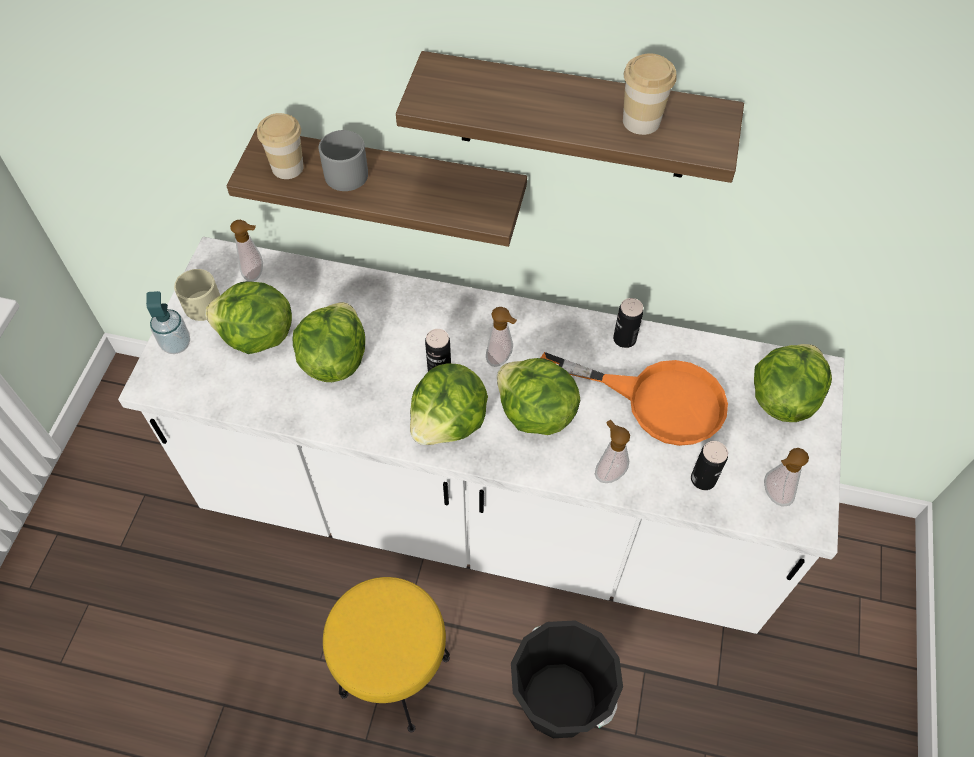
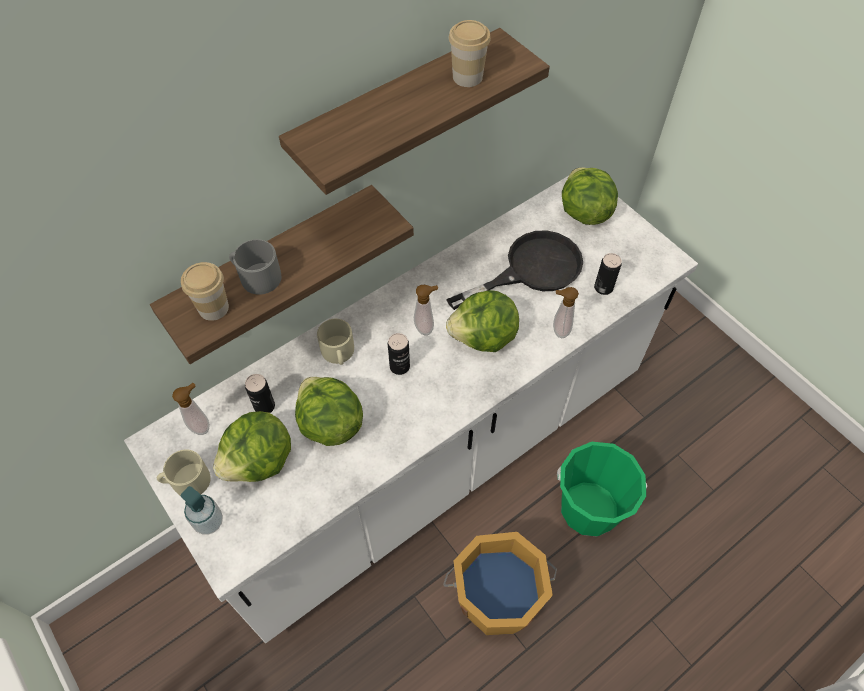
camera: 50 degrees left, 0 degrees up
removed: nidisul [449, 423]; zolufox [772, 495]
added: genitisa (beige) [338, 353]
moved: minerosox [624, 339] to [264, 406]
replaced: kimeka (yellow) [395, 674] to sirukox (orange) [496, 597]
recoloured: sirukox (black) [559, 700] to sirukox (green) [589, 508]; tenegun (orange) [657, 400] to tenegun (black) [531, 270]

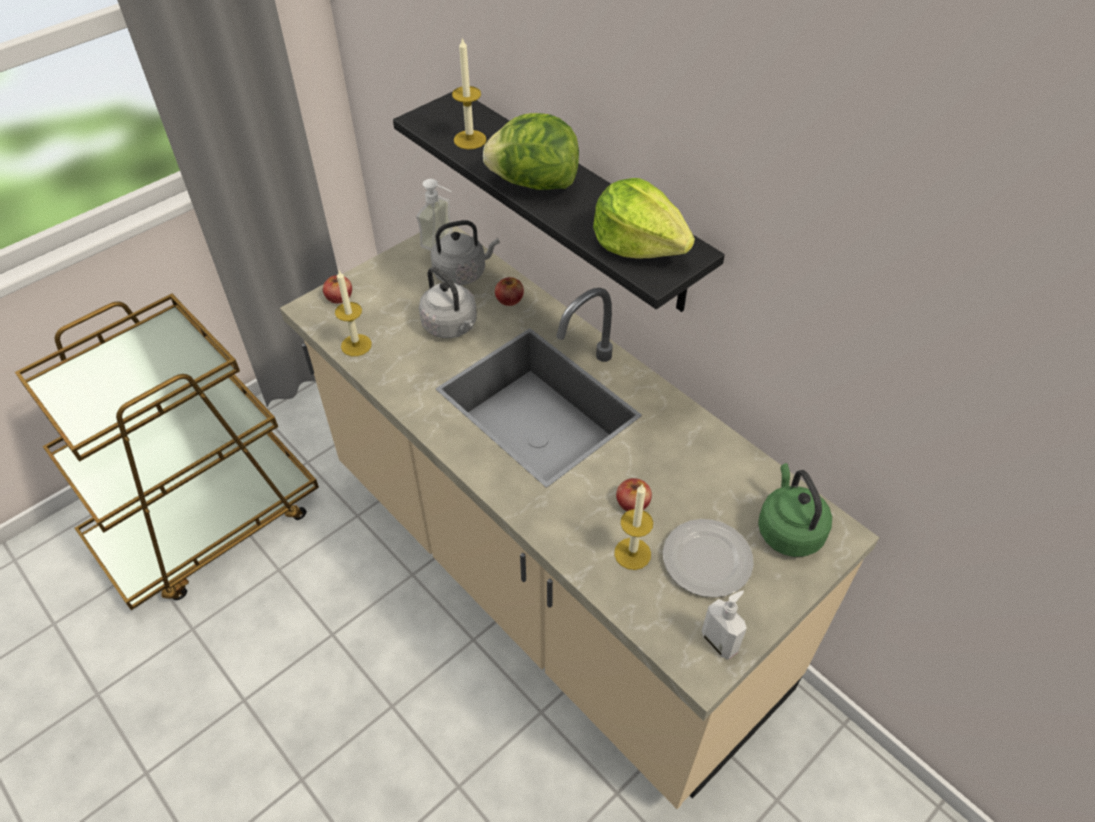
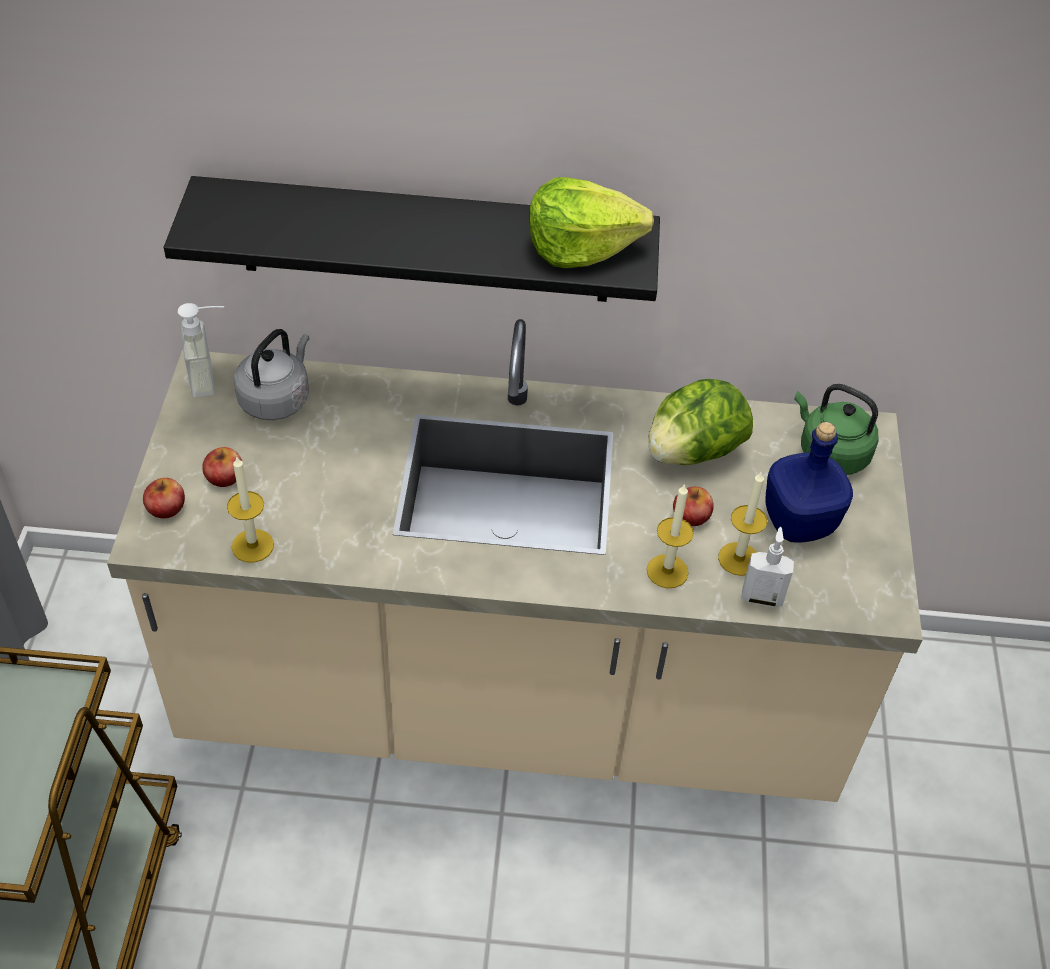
camera: 45 degrees left, 0 degrees up
removed: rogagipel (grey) [451, 326]
moved: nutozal [470, 140] to [667, 571]; nidisul [534, 184] to [693, 451]; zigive [509, 299] to [224, 476]; zolufox [720, 642] to [762, 597]
replaced: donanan [706, 559] to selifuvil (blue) [798, 521]

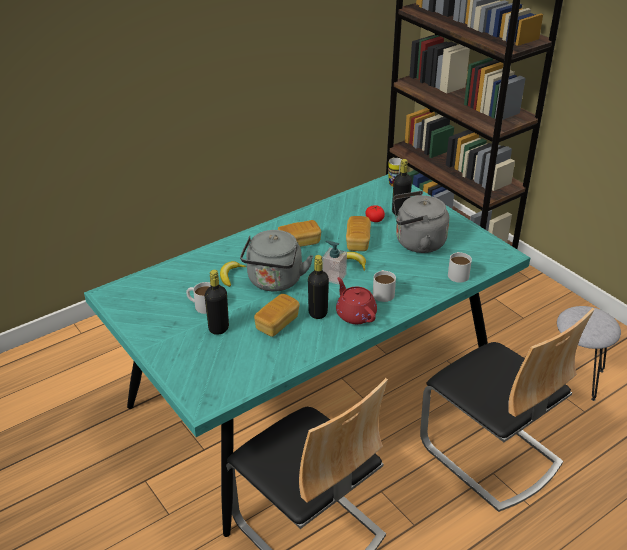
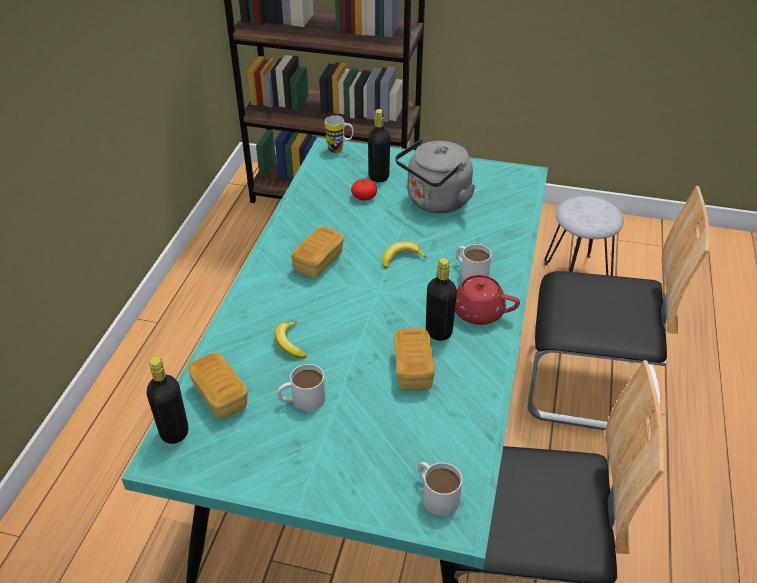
camera: 40 degrees left, 5 degrees up
removed: rogagipel (grey) [274, 282]; zolufox [334, 277]
moved: selifuvil (black) [218, 328] to [174, 432]; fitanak [358, 242] to [220, 396]; genitisa (white) [458, 273] to [436, 494]

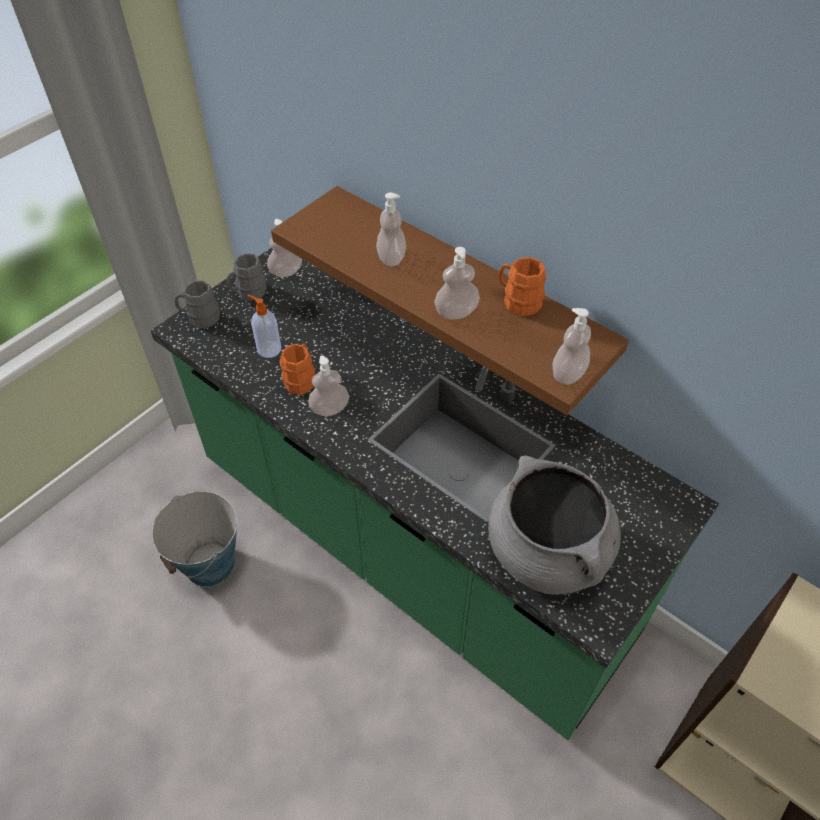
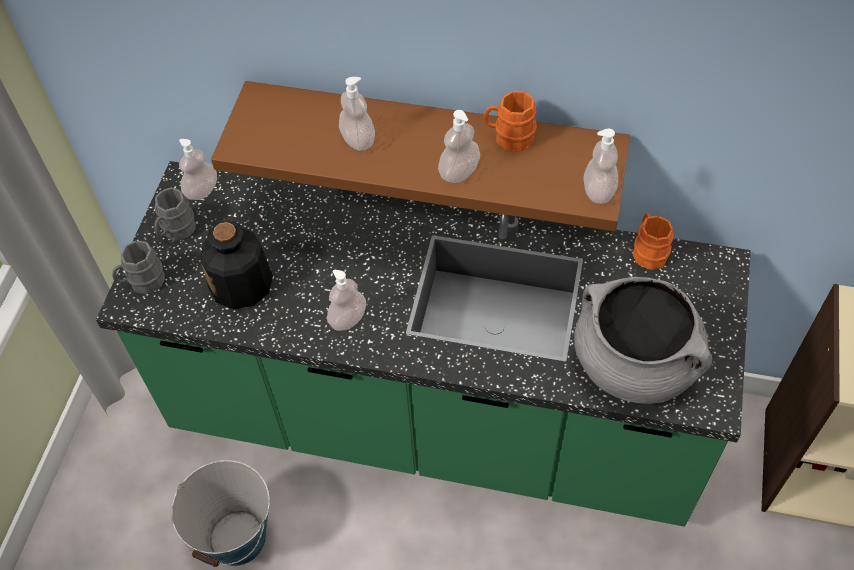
camera: 25 degrees left, 5 degrees up
moved: genitisa (orange) [301, 379] to [648, 251]
replaced: zolufox [268, 349] to selifuvil [241, 284]

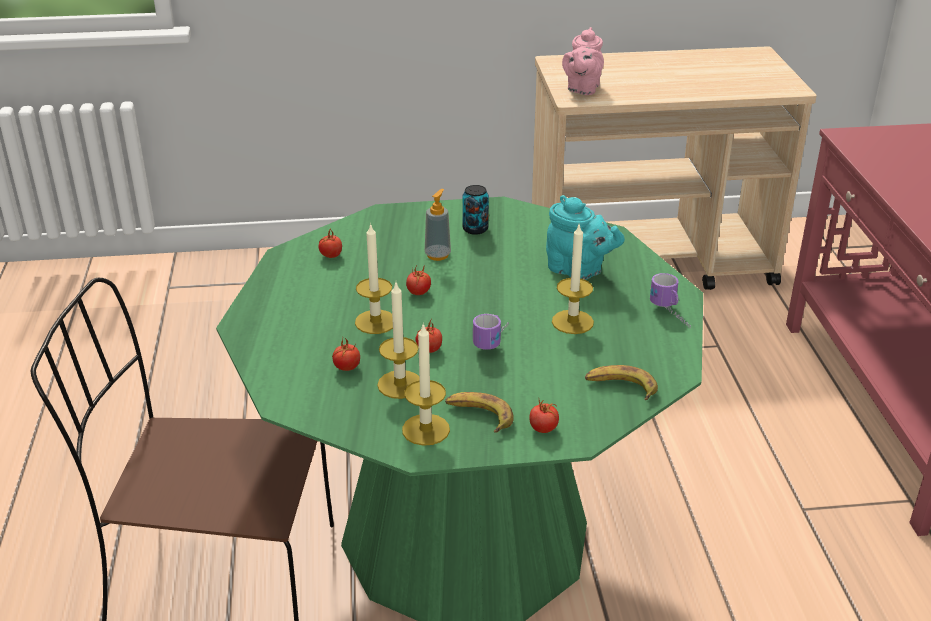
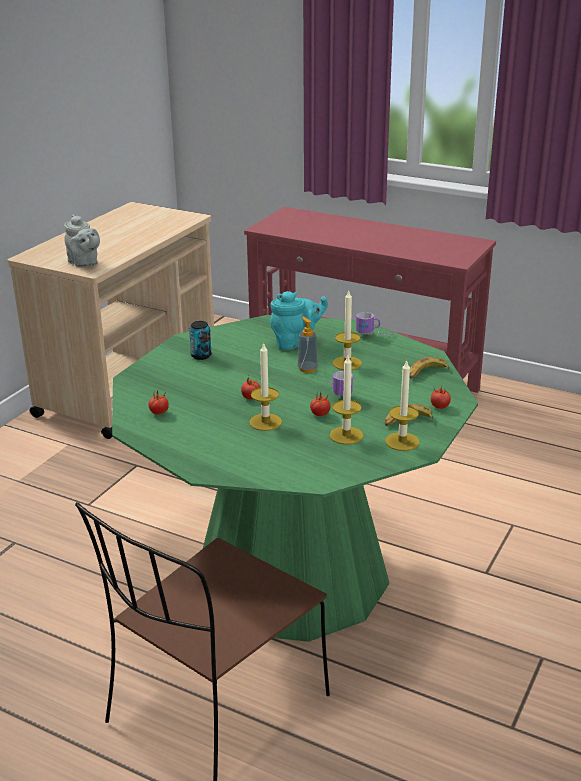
camera: 55 degrees left, 5 degrees down
removed: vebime [346, 368]
moved: zolufox [437, 255] to [307, 369]
recoloured: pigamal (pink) [582, 89] to pigamal (grey) [84, 263]

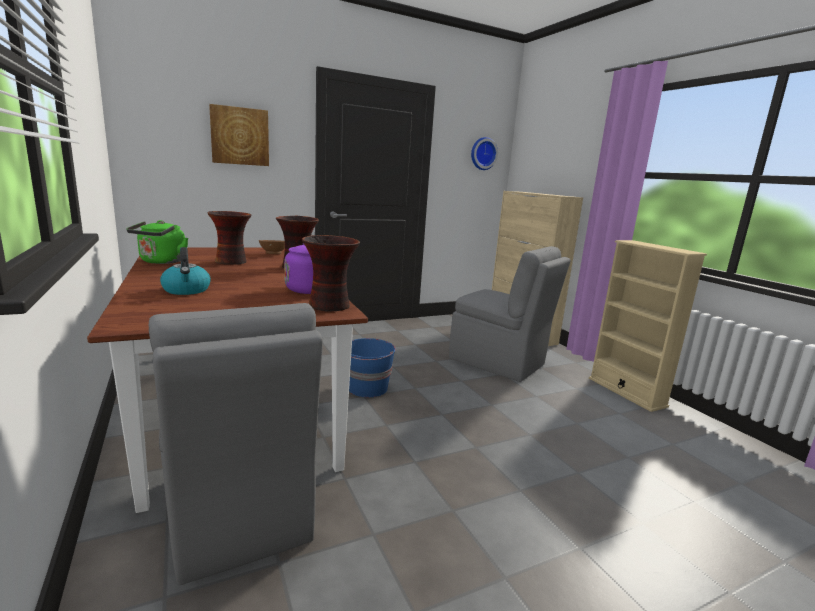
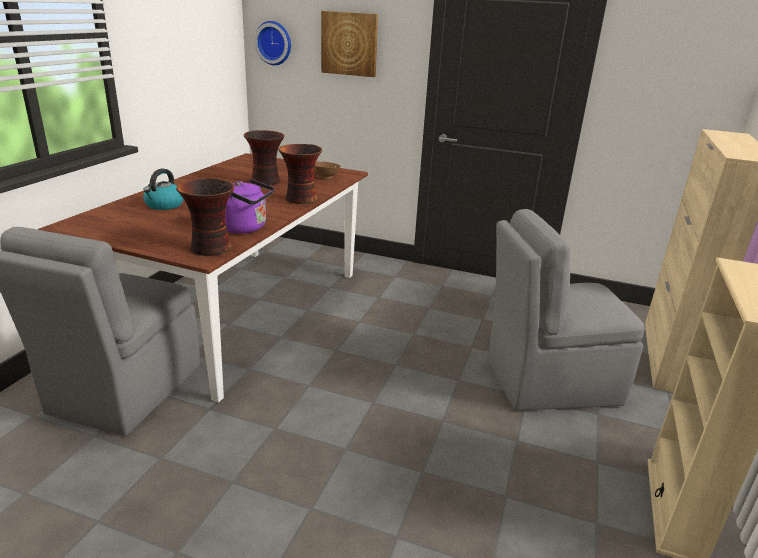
camera: 45 degrees right, 10 degrees up
removed: rogagipel (green) [161, 262]; sirukox (blue) [367, 388]
moved: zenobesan [482, 153] to [274, 43]
turned: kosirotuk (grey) [499, 362] = [548, 381] 90 degrees clockwise

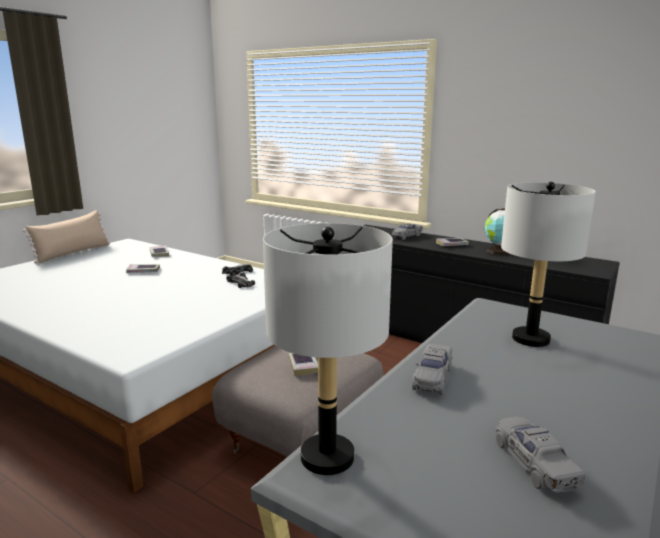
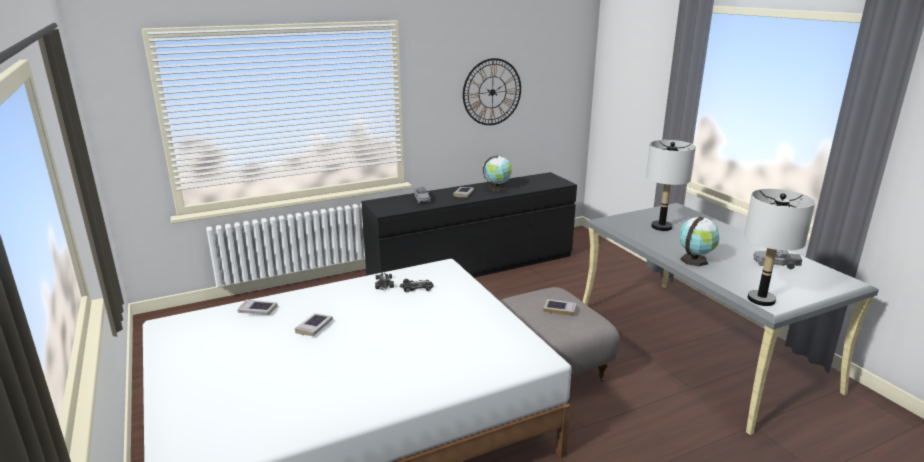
camera: 60 degrees left, 5 degrees up
removed: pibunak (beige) [73, 253]
added: zenobesan [492, 92]
replaced: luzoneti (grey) [432, 378] to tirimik [695, 259]

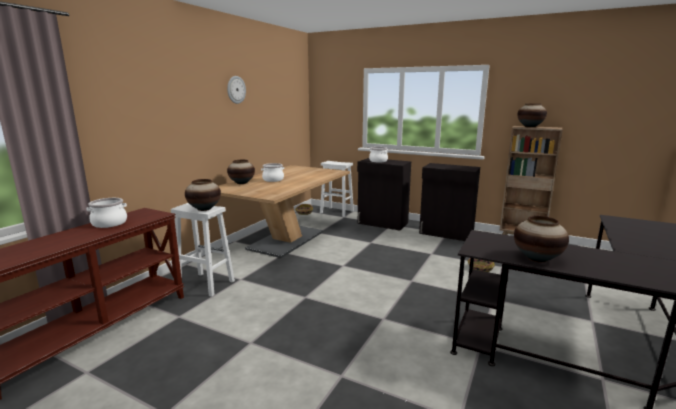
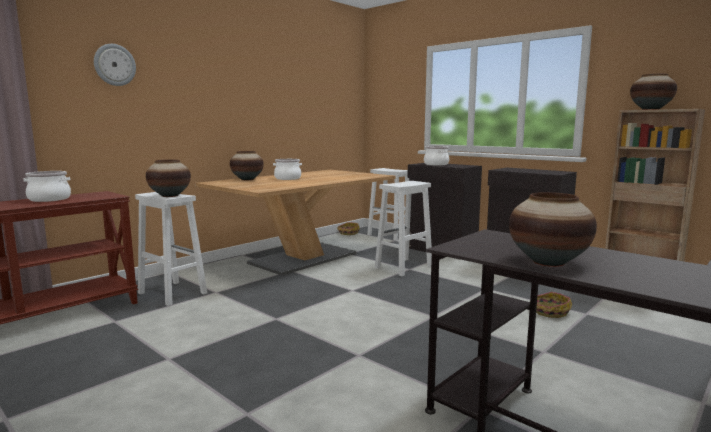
camera: 15 degrees right, 5 degrees down
added: kimeka (white) [403, 267]
moved: zenobesan [236, 89] to [114, 65]

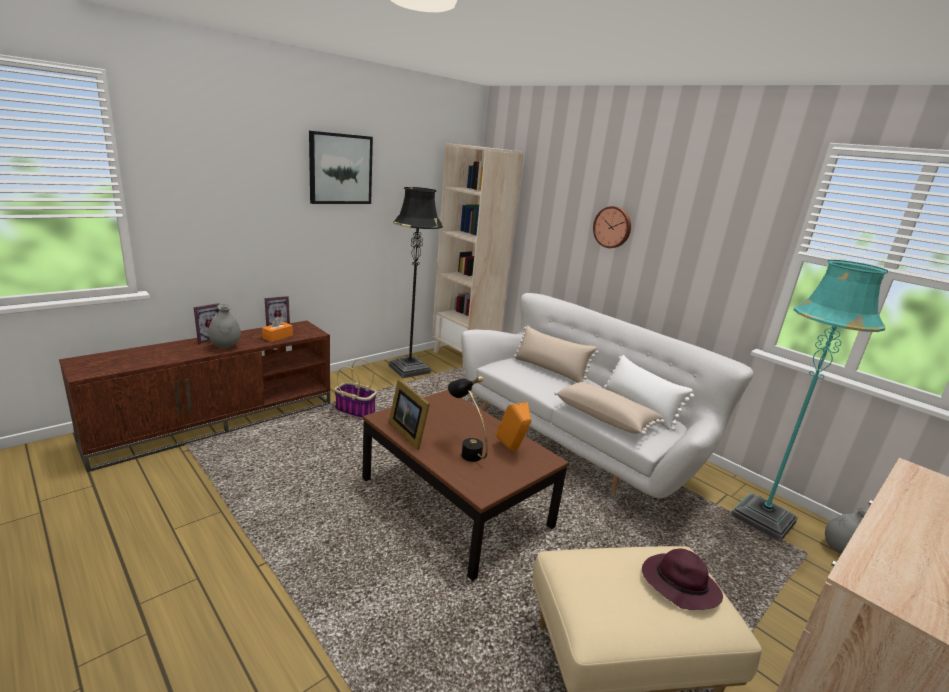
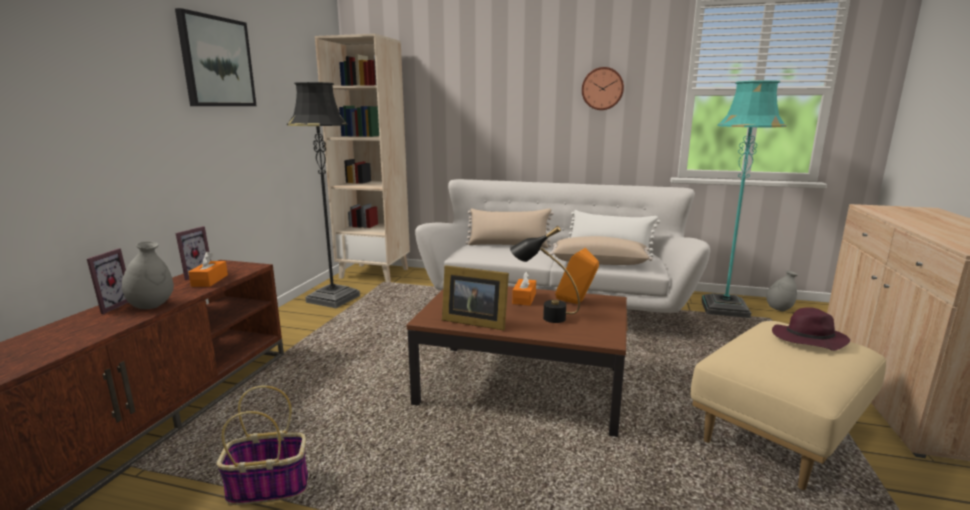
camera: 30 degrees left, 5 degrees down
added: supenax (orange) [524, 298]
moved: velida [356, 411] to [270, 486]; zenobesan [613, 227] to [602, 89]

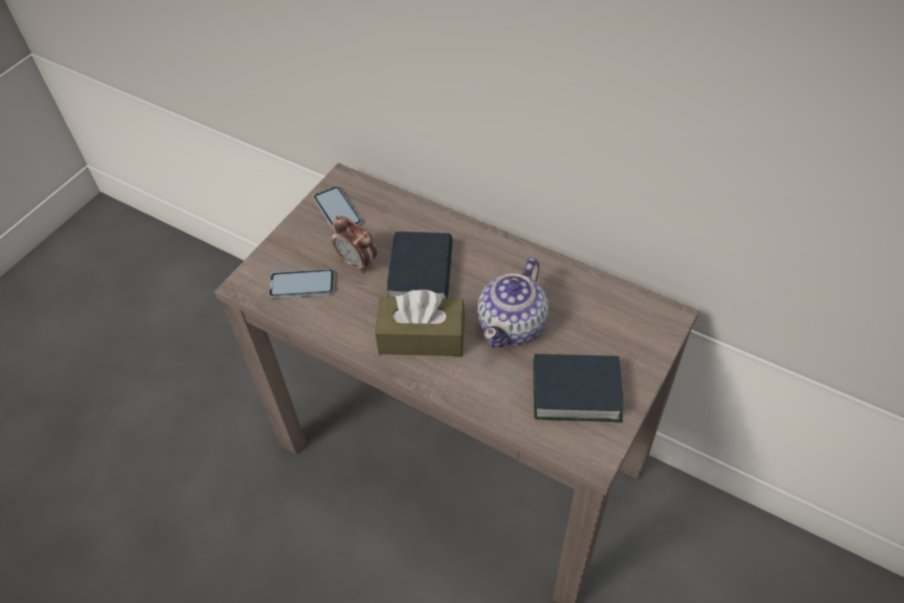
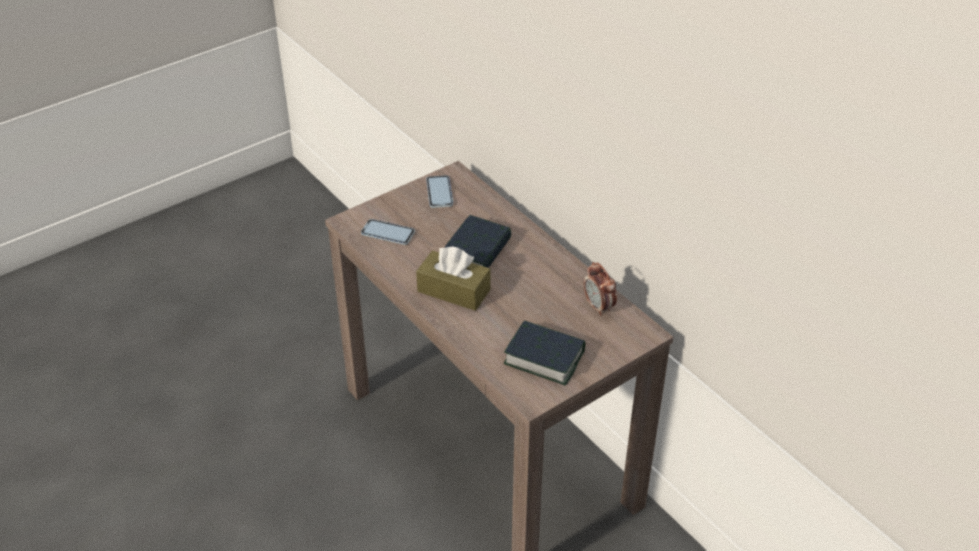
camera: 20 degrees right, 10 degrees down
removed: pigamal [513, 325]
moved: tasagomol [357, 263] to [598, 307]

